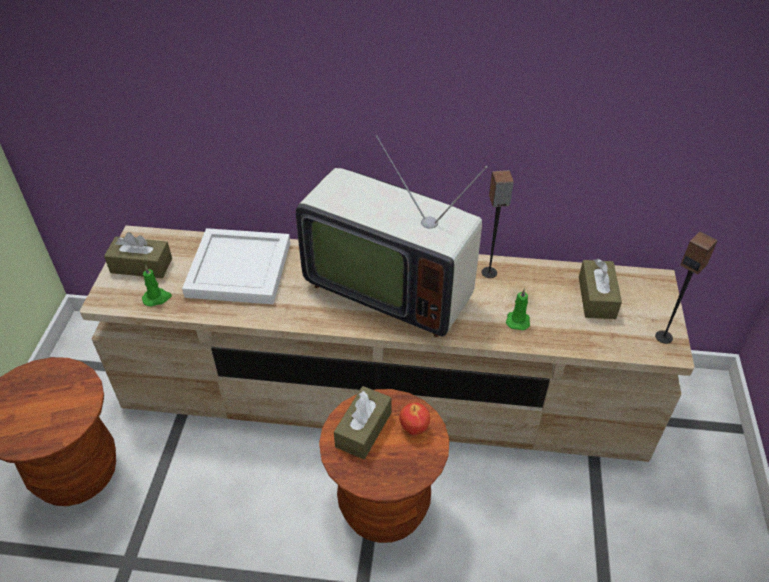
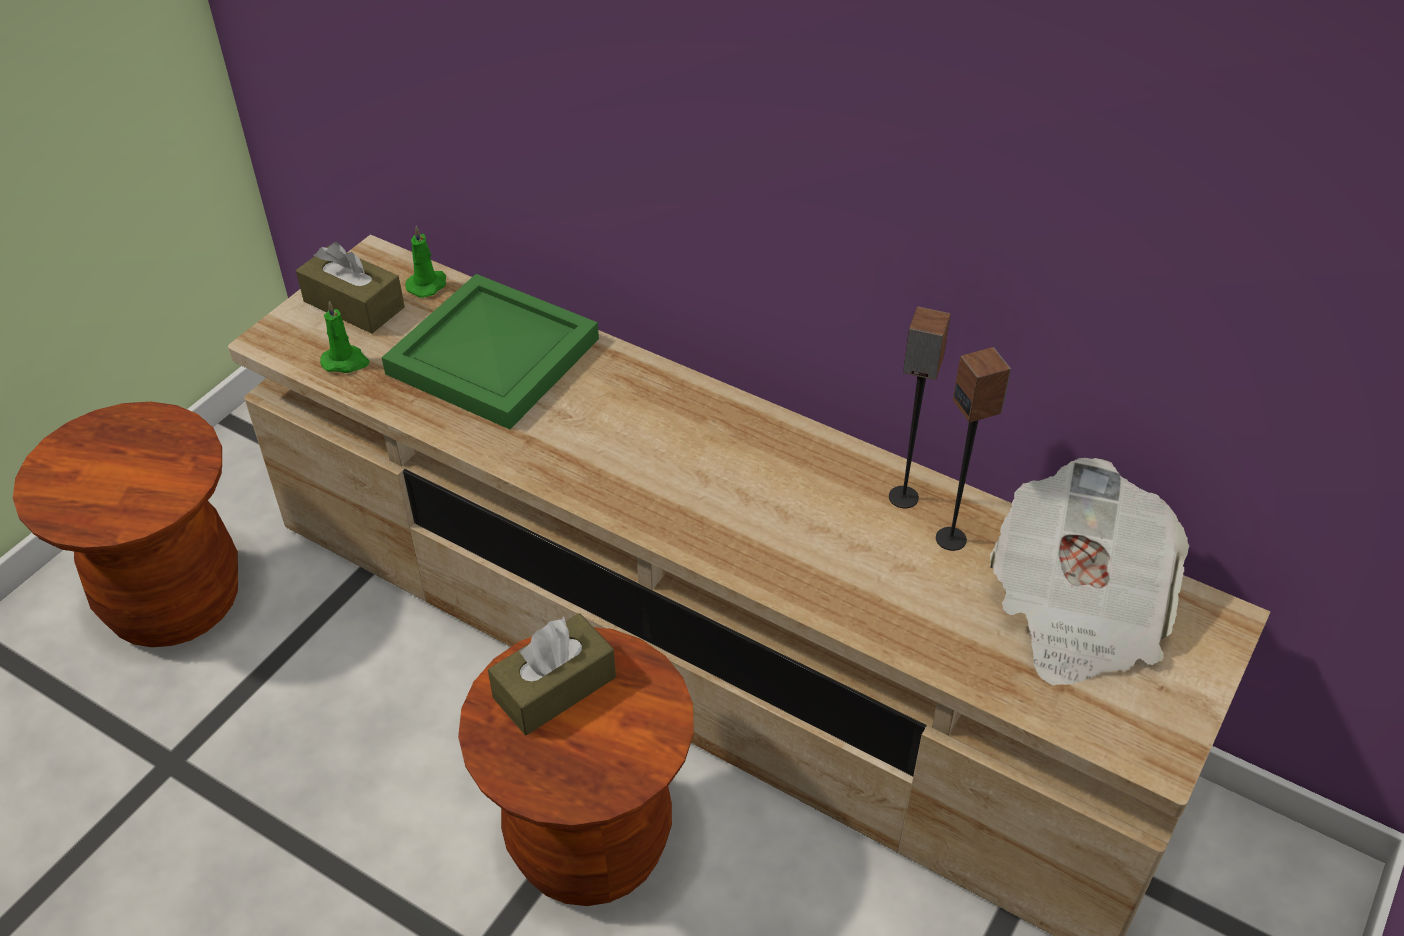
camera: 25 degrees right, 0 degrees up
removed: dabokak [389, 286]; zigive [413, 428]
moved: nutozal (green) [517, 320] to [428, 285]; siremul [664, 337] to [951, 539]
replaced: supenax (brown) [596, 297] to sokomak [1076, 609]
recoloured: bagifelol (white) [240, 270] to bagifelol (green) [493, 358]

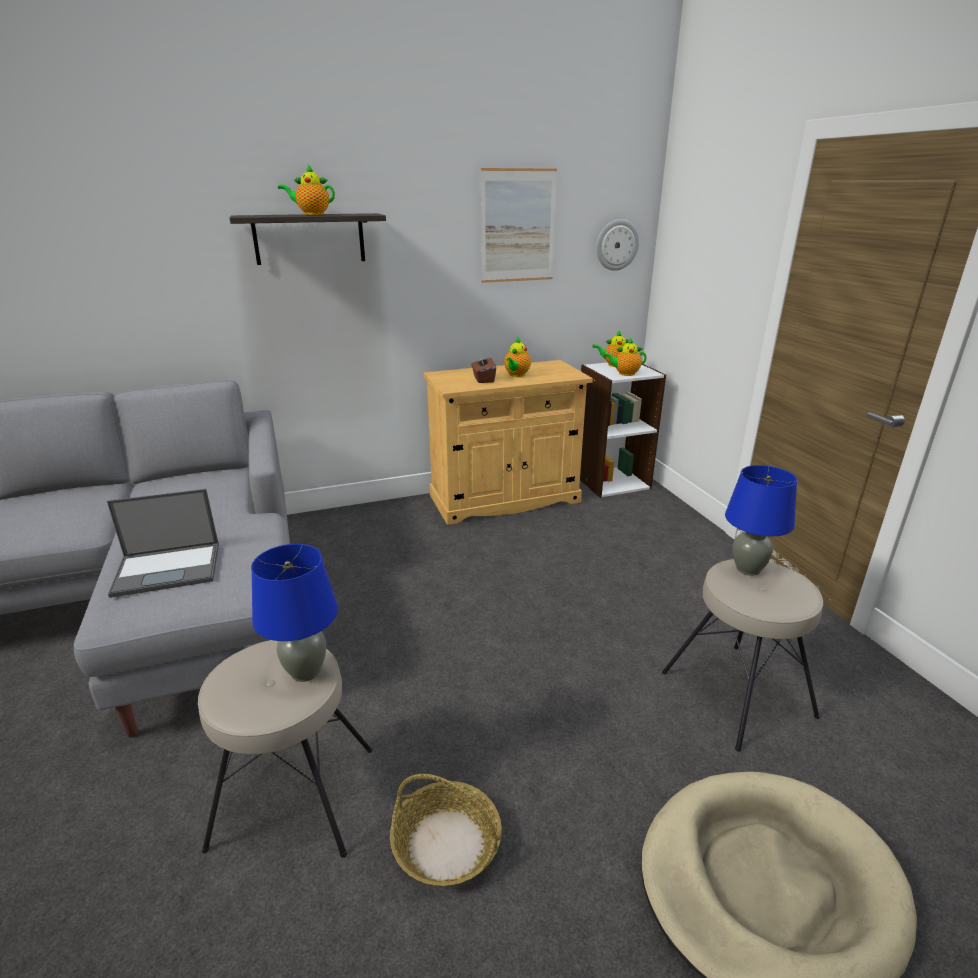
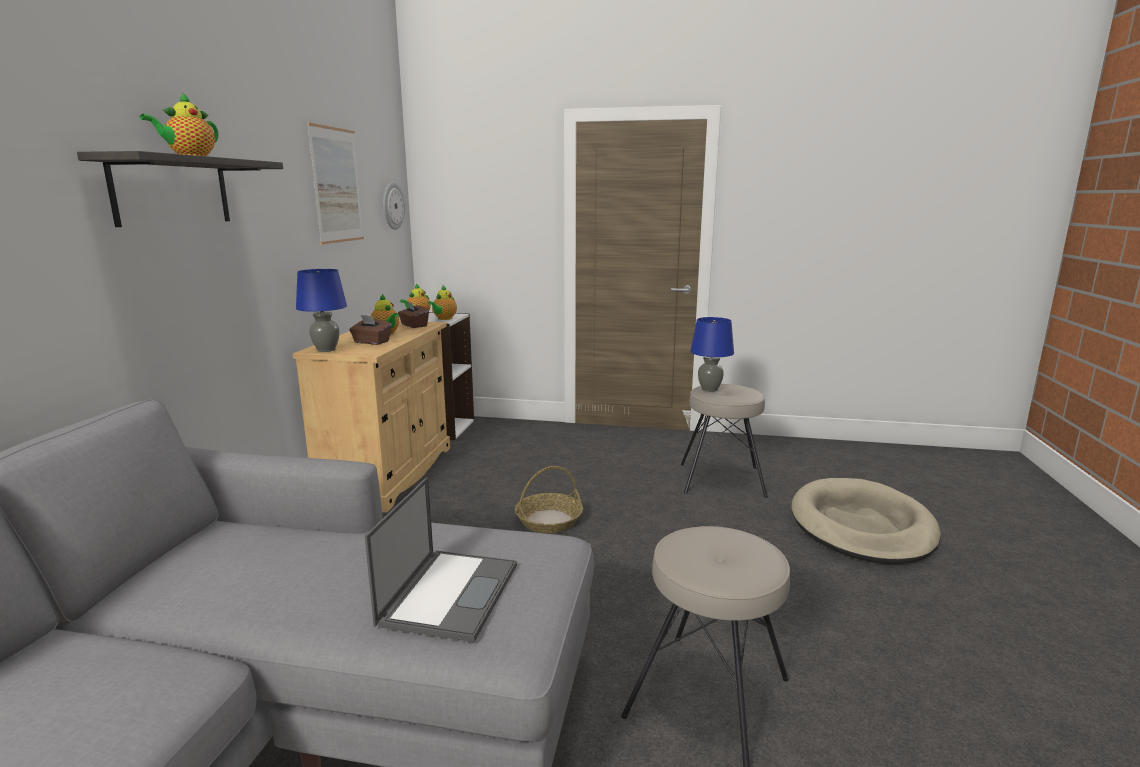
camera: 60 degrees left, 10 degrees down
added: supenax (brown) [413, 325]
moved: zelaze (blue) [305, 672] to [326, 350]; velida [447, 844] to [549, 520]

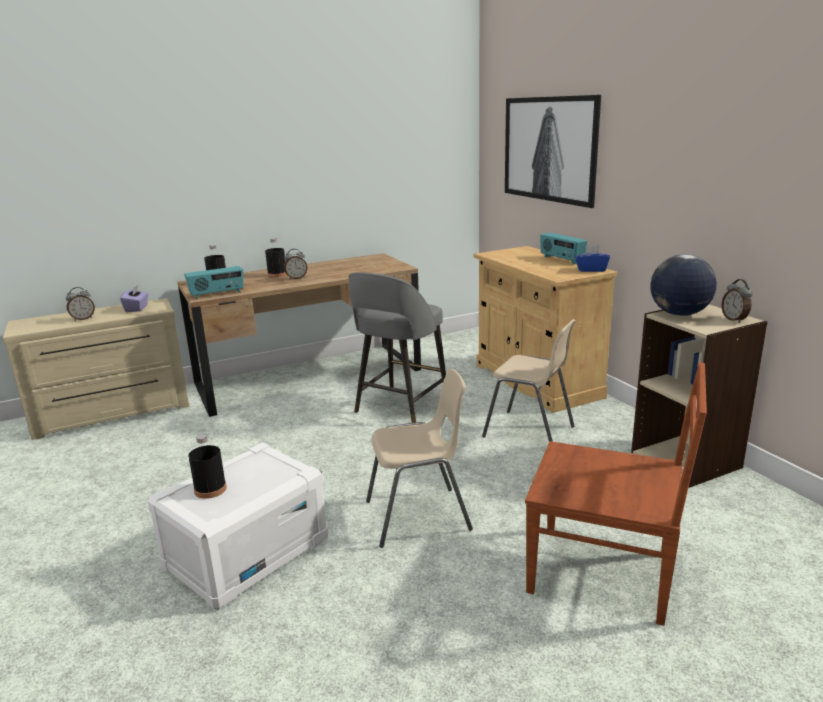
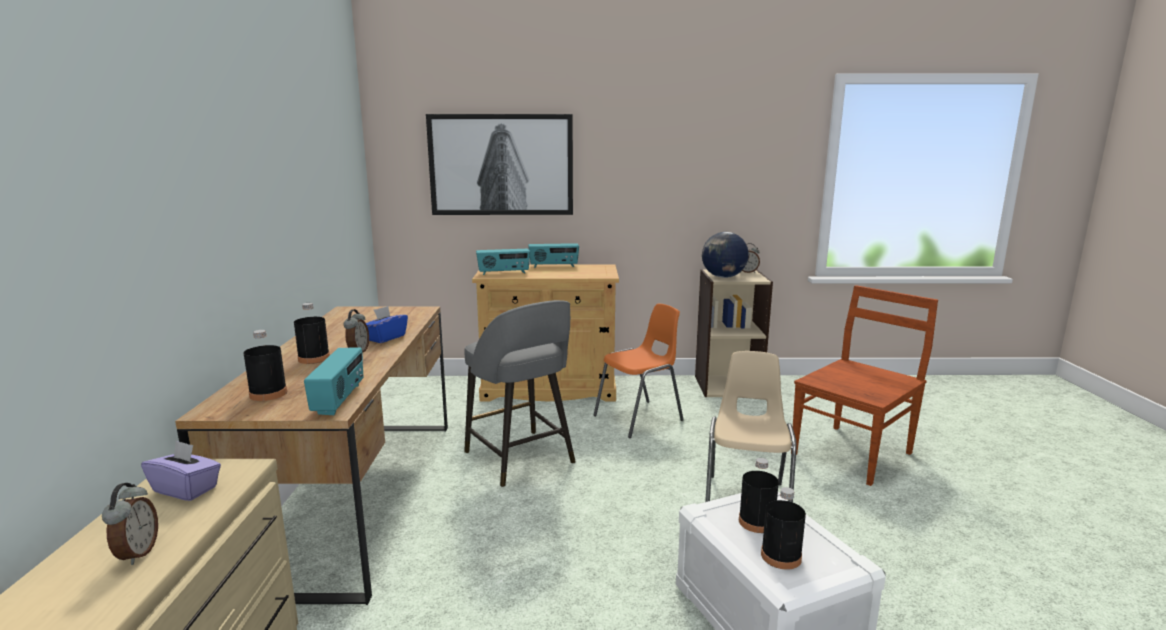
camera: 65 degrees left, 5 degrees down
added: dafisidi [503, 273]; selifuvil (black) [756, 522]
moved: supenax (blue) [591, 270] to [386, 338]
recoloured: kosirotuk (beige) [529, 432] to kosirotuk (orange) [639, 418]

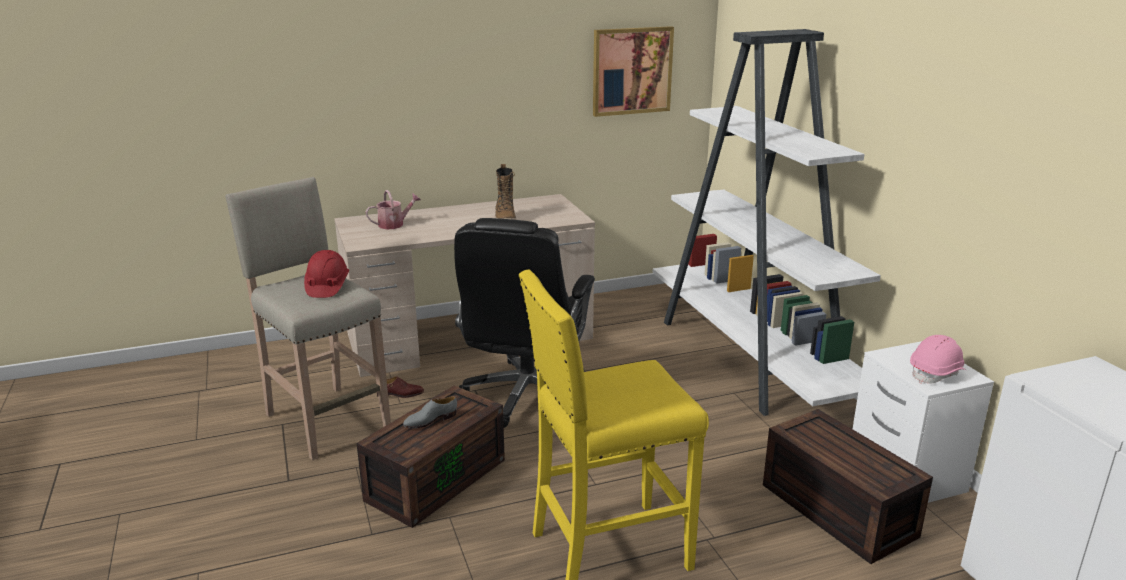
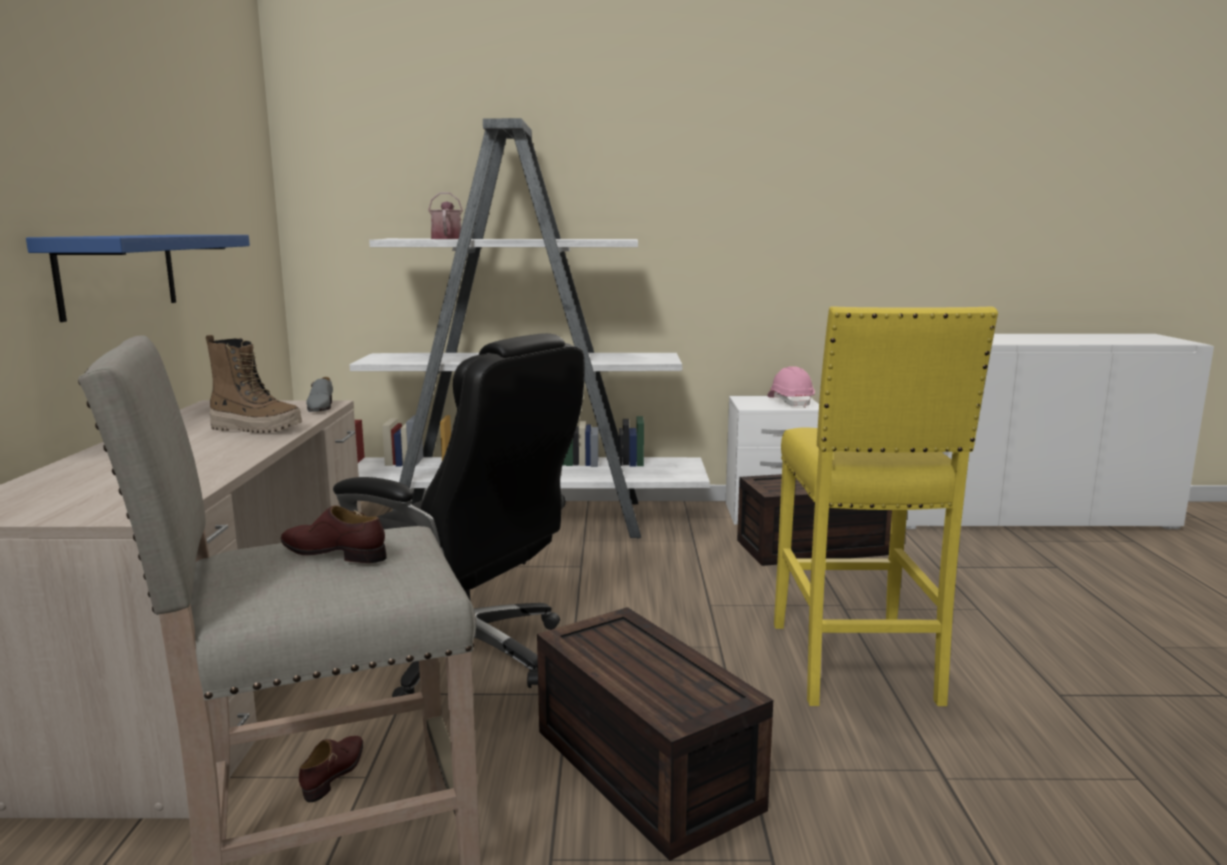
camera: 70 degrees left, 10 degrees down
removed: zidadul [631, 71]
added: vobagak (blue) [118, 273]
moved: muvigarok [394, 224] to [447, 238]; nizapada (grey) [430, 420] to [320, 407]
replaced: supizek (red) [327, 287] to nizapada (brown) [334, 553]

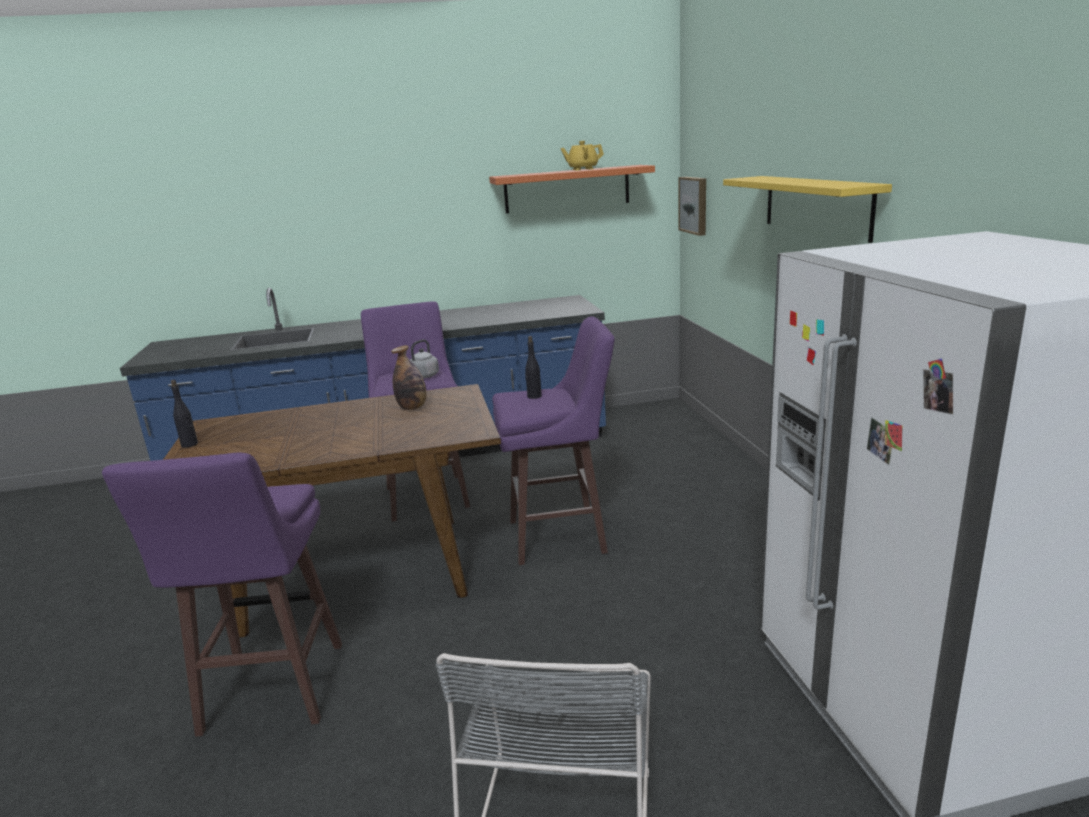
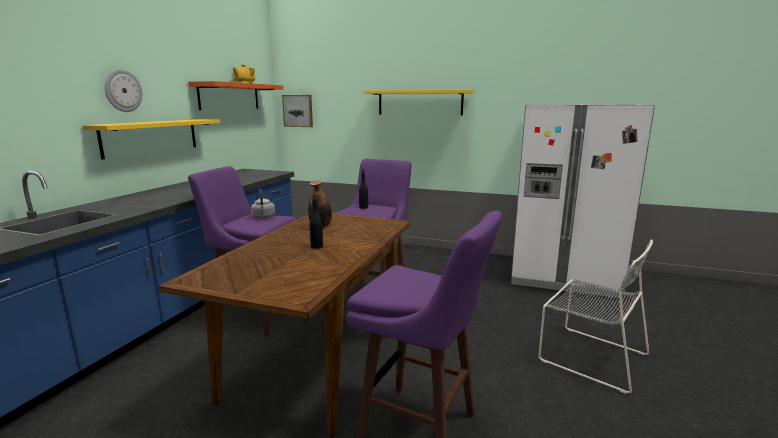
camera: 60 degrees left, 5 degrees down
added: vobagak (yellow) [151, 137]; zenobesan [123, 90]
moved: selifuvil (black) [190, 444] to [317, 246]

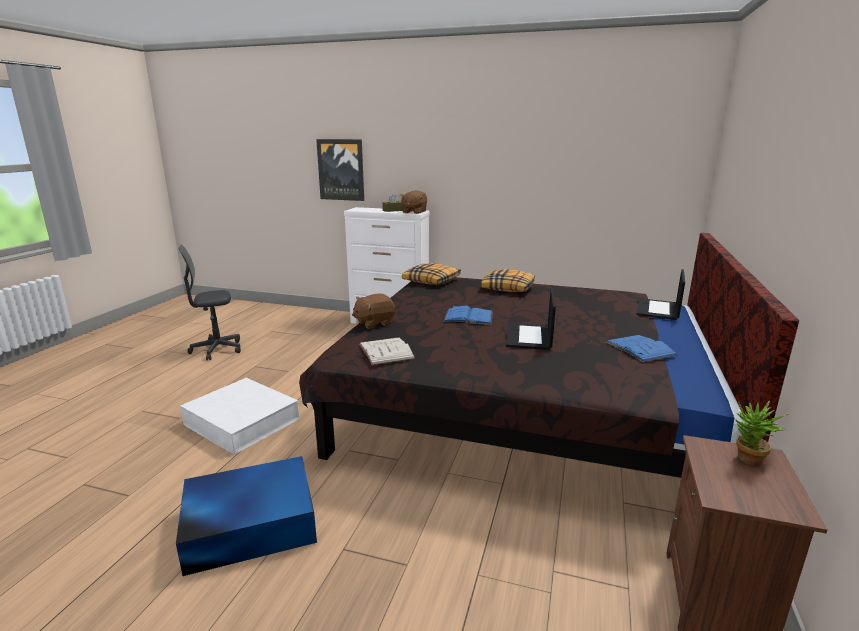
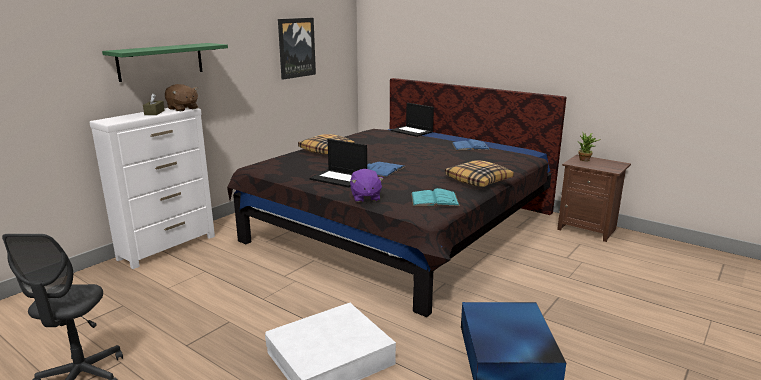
camera: 70 degrees left, 0 degrees up
added: vobagak (green) [161, 61]
moved: zidadul [341, 170] to [296, 48]; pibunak [432, 281] to [478, 180]; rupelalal [529, 337] to [339, 178]
recoloured: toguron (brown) [374, 323] to toguron (purple) [365, 197]; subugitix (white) [386, 351] to subugitix (turquoise) [434, 199]

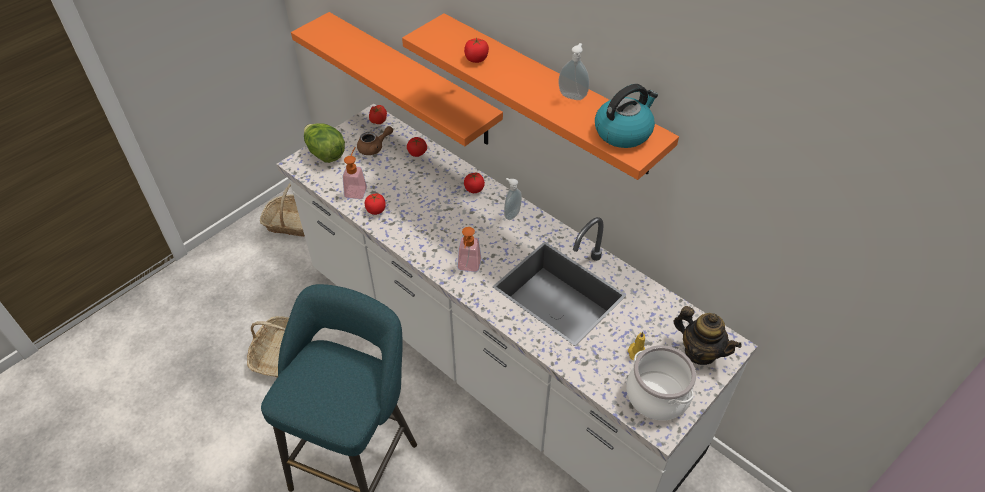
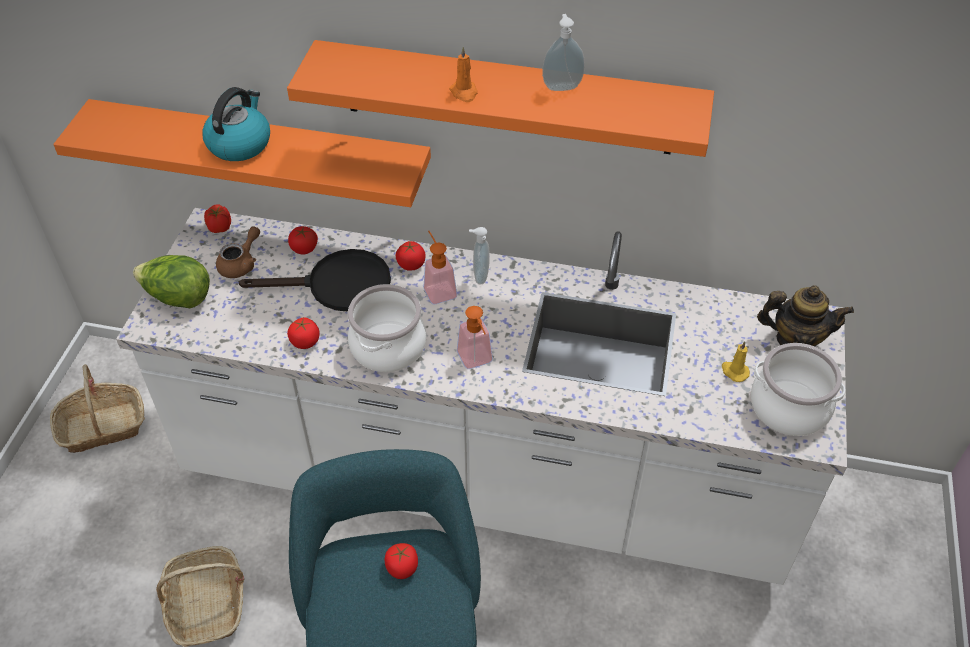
camera: 30 degrees left, 0 degrees up
added: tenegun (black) [337, 286]; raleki [387, 346]; nutozal (orange) [464, 93]
moved: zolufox [357, 189] to [438, 289]; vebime [476, 59] to [402, 568]; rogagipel [623, 132] to [239, 144]

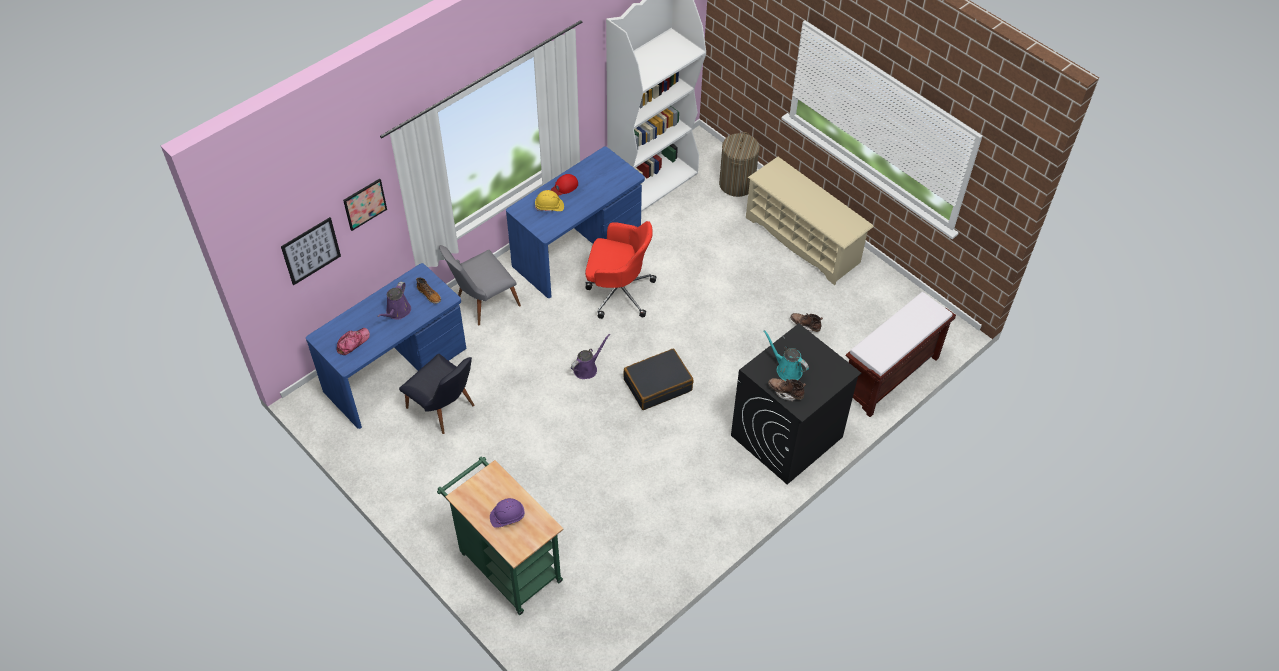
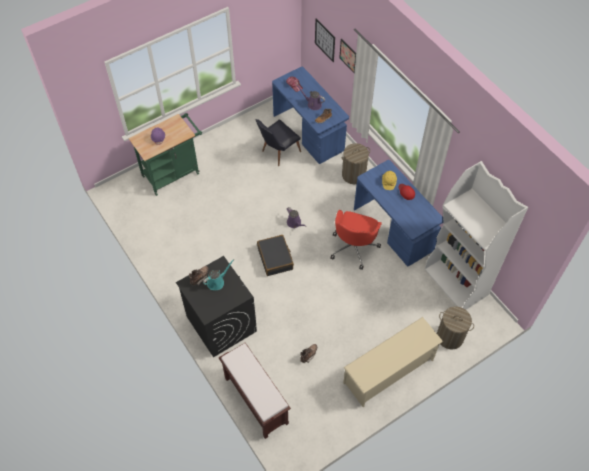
camera: 100 degrees right, 5 degrees up
replaced: kosirotuk (grey) [482, 303] to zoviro [353, 175]

